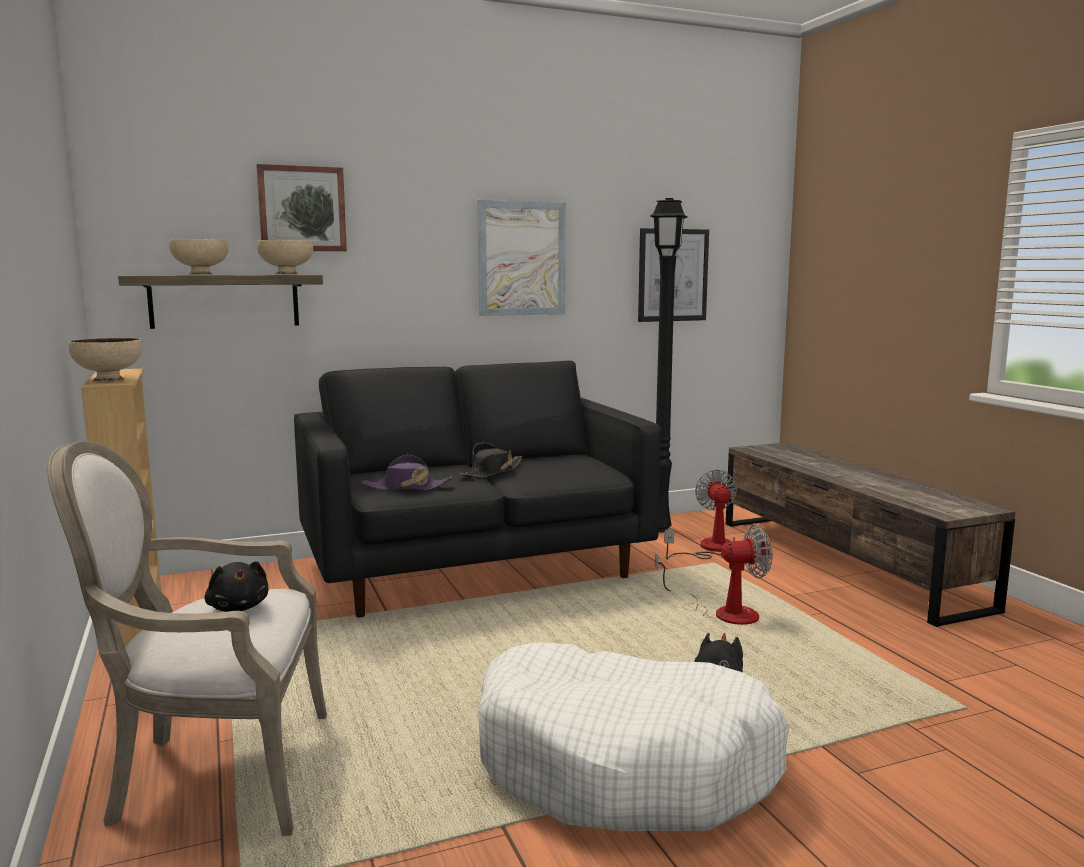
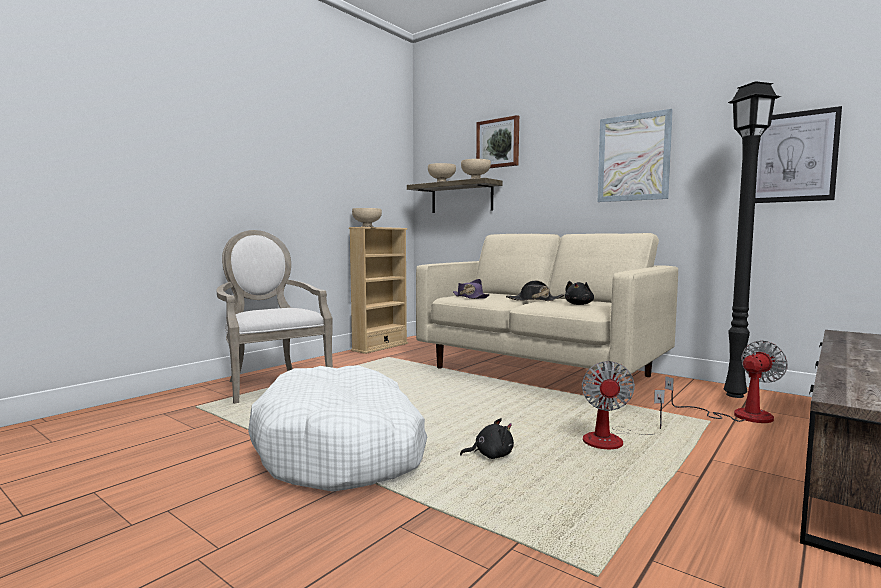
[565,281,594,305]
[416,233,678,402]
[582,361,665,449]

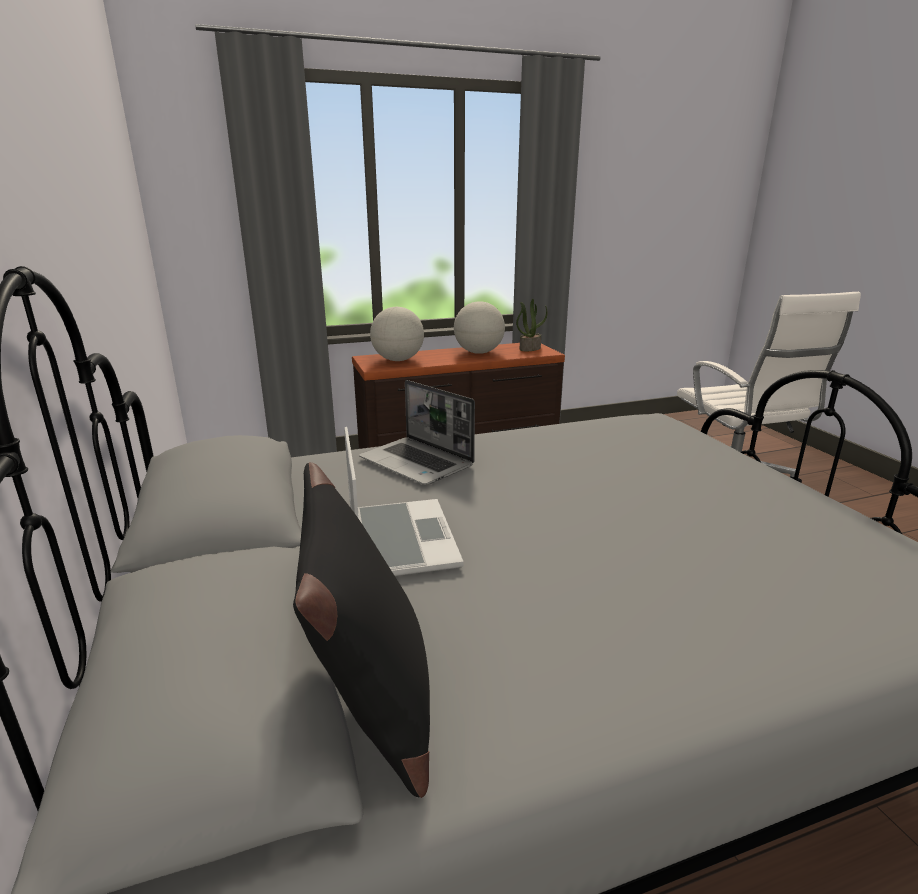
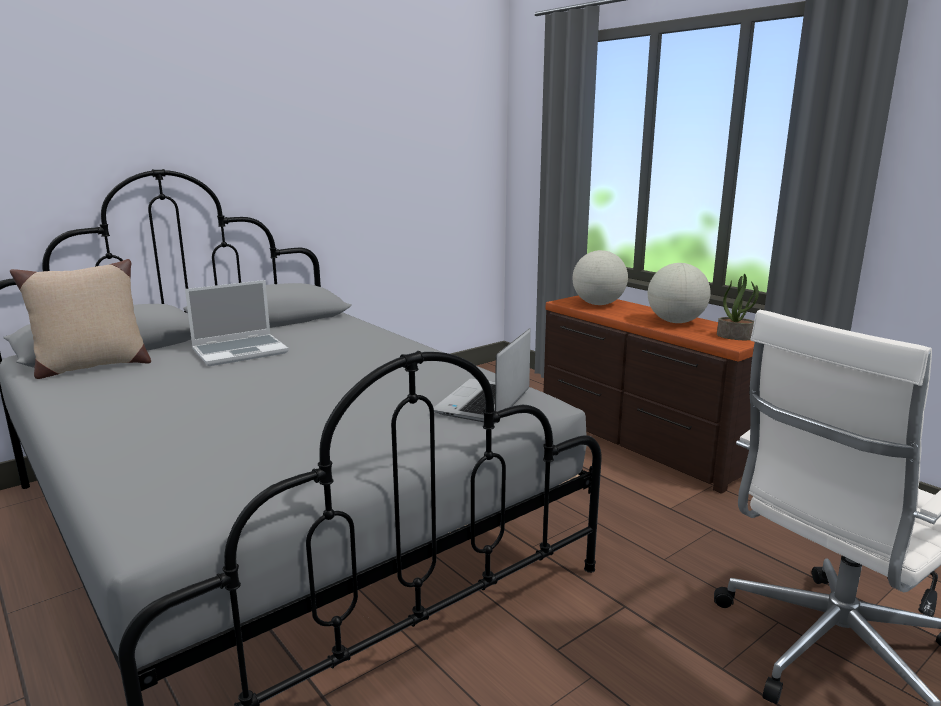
[10,259,151,379]
[433,329,531,423]

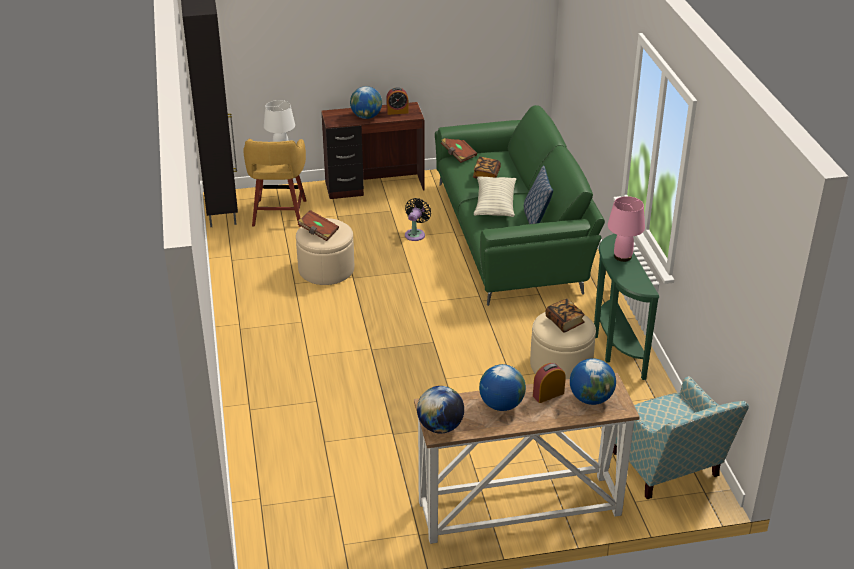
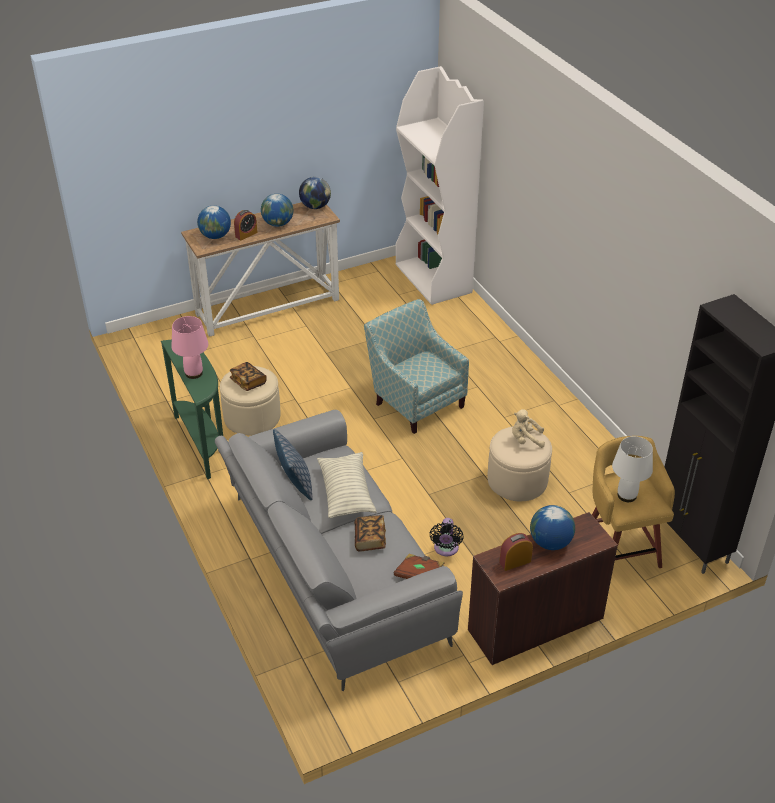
[512,409,545,448]
[215,410,463,691]
[364,299,469,434]
[396,66,484,305]

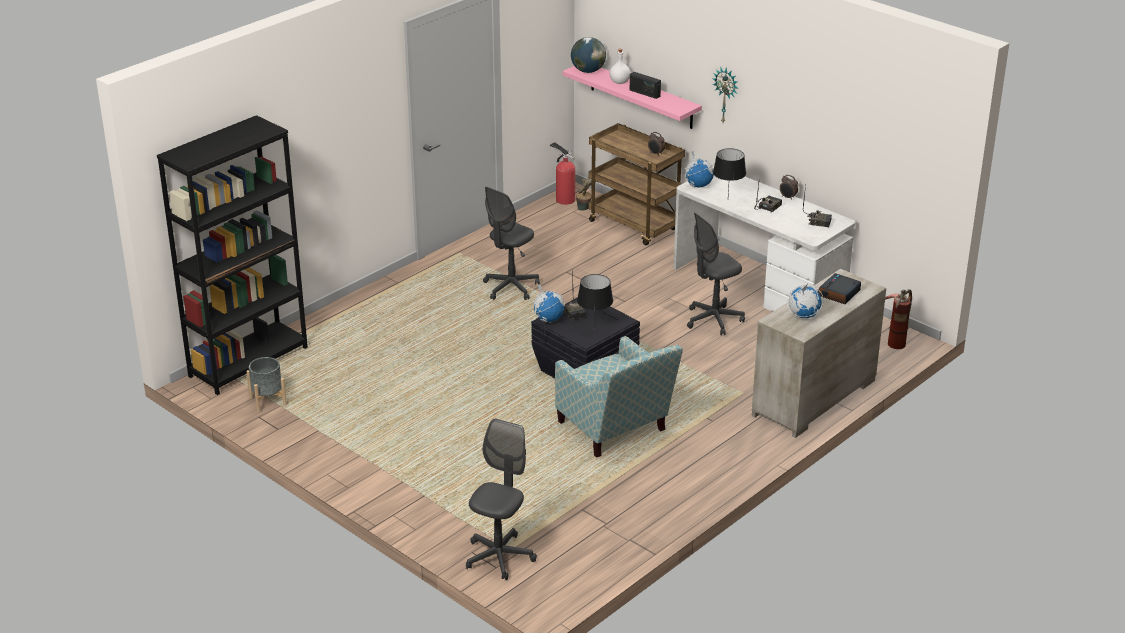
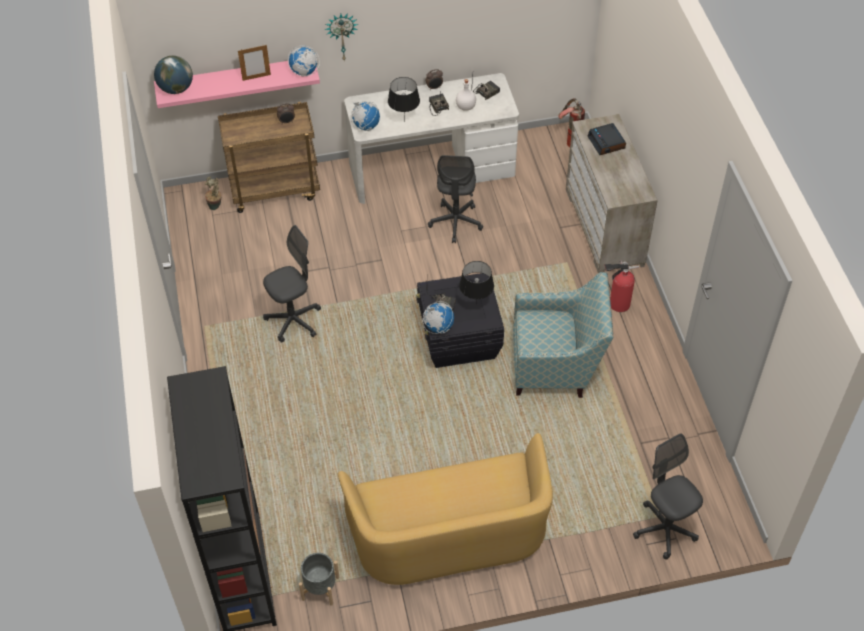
[263,225,321,343]
[604,260,639,312]
[456,79,476,111]
[238,45,271,81]
[288,45,320,77]
[338,433,553,585]

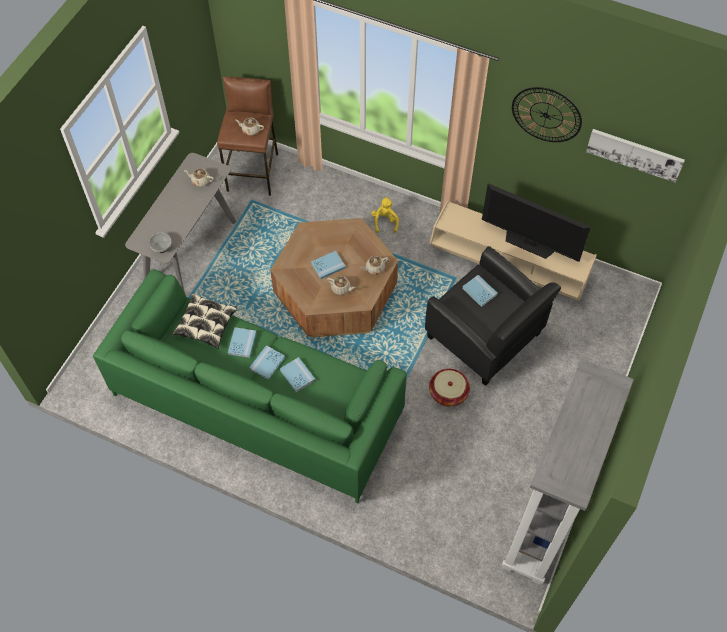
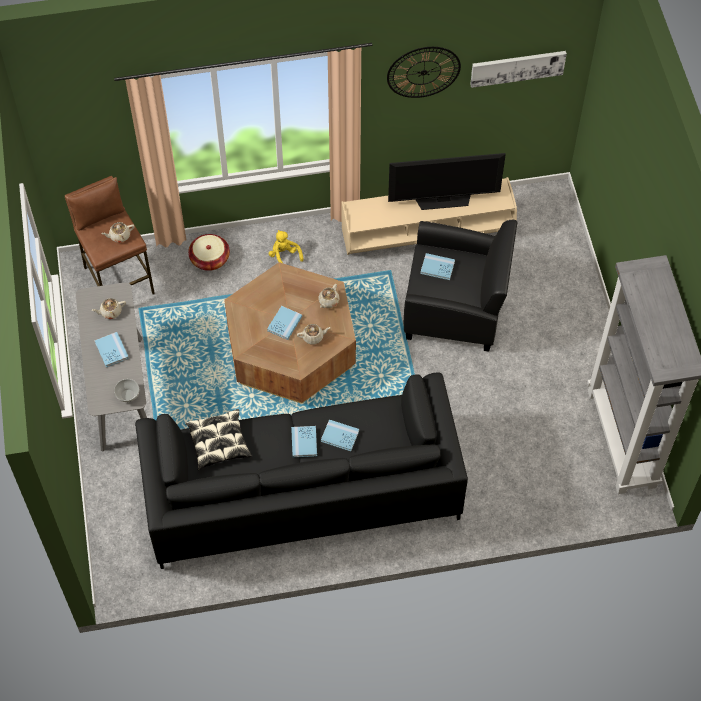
[135,372,468,569]
[94,332,129,367]
[188,234,230,271]

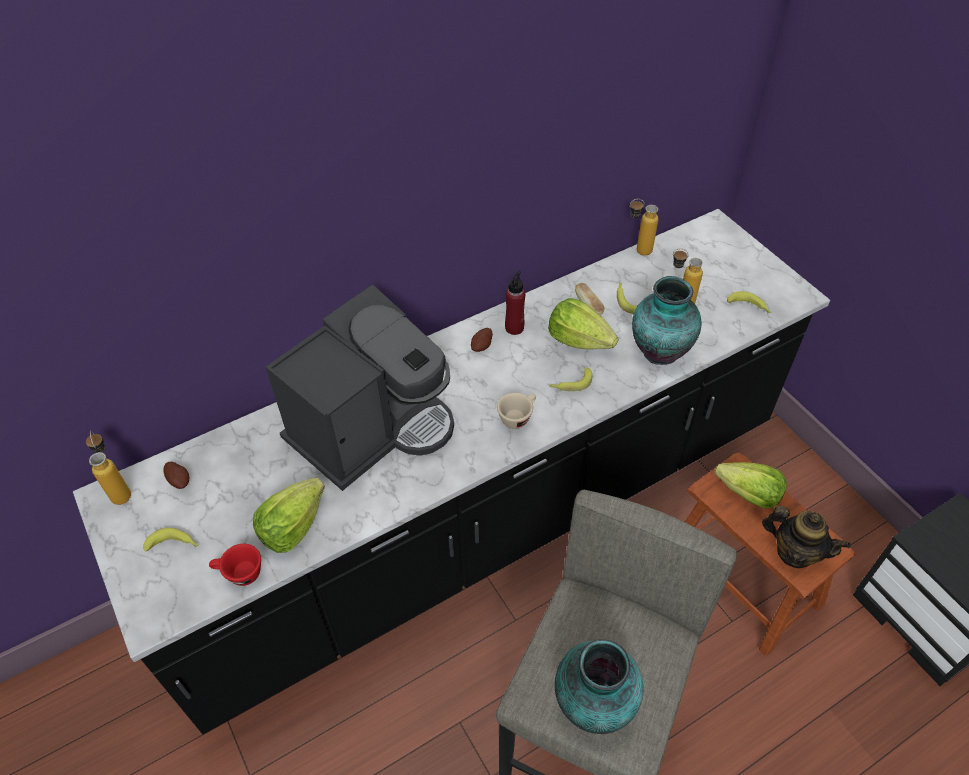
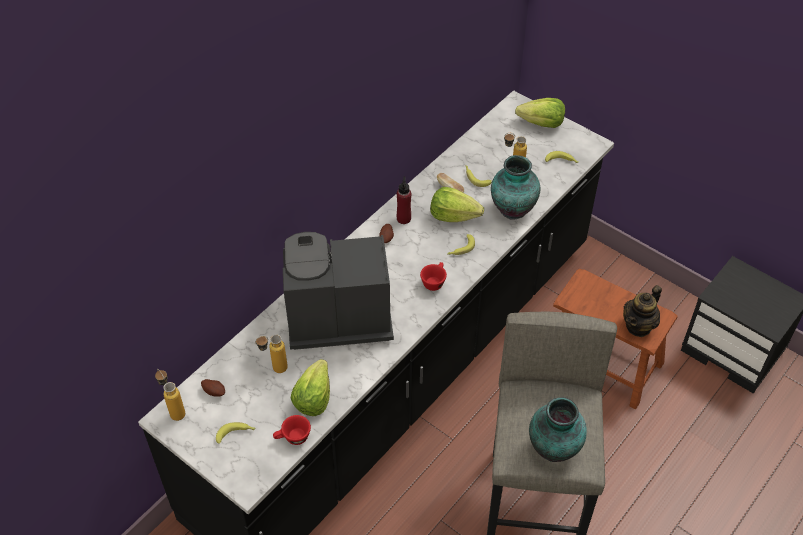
[283,232,394,350]
[420,262,447,291]
[255,335,288,373]
[515,98,565,128]
[623,285,662,337]

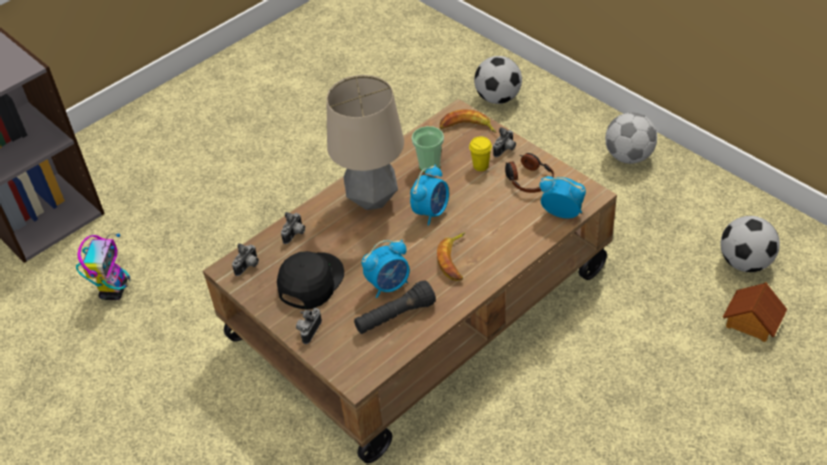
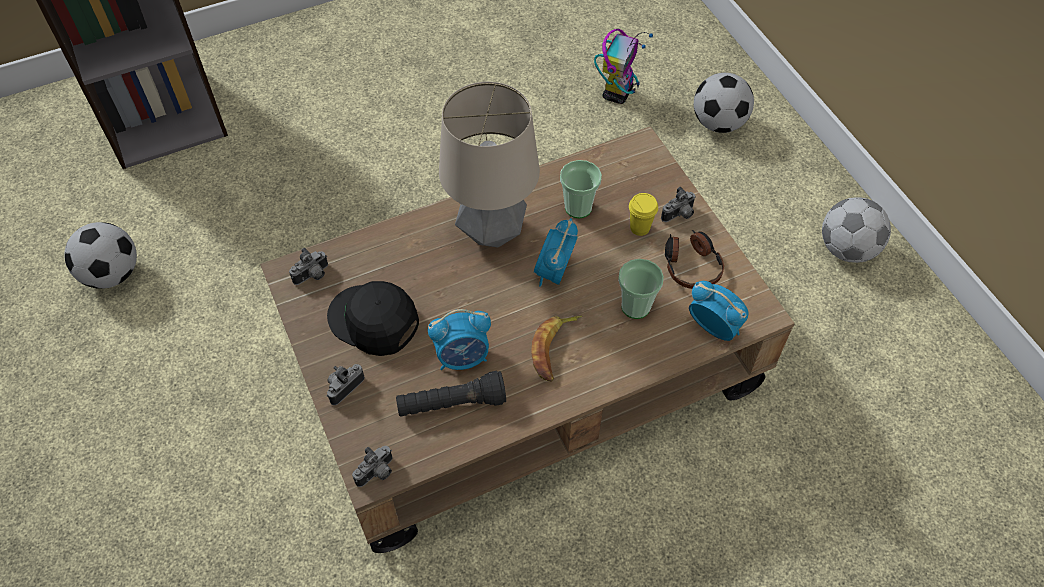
[594,29,653,104]
[327,281,419,356]
[352,446,392,487]
[534,218,578,287]
[440,109,496,133] (first image)
[64,222,137,289]
[723,282,787,342] (first image)
[618,259,664,319]

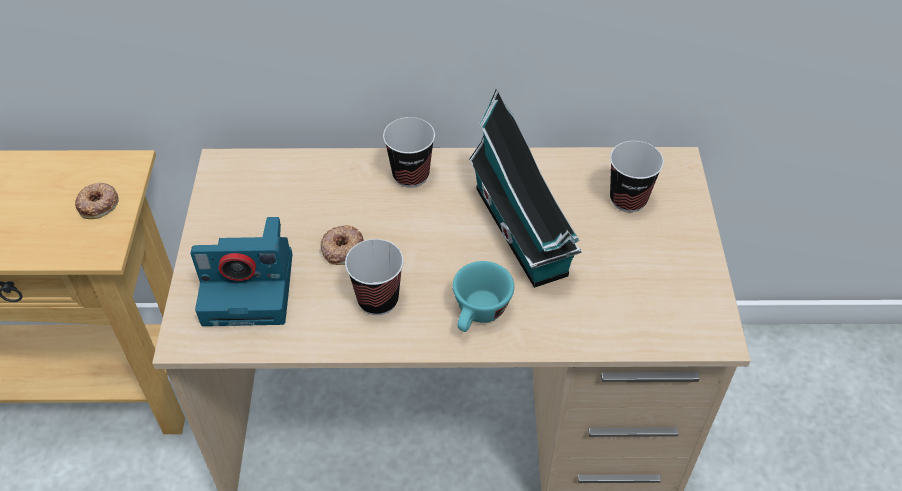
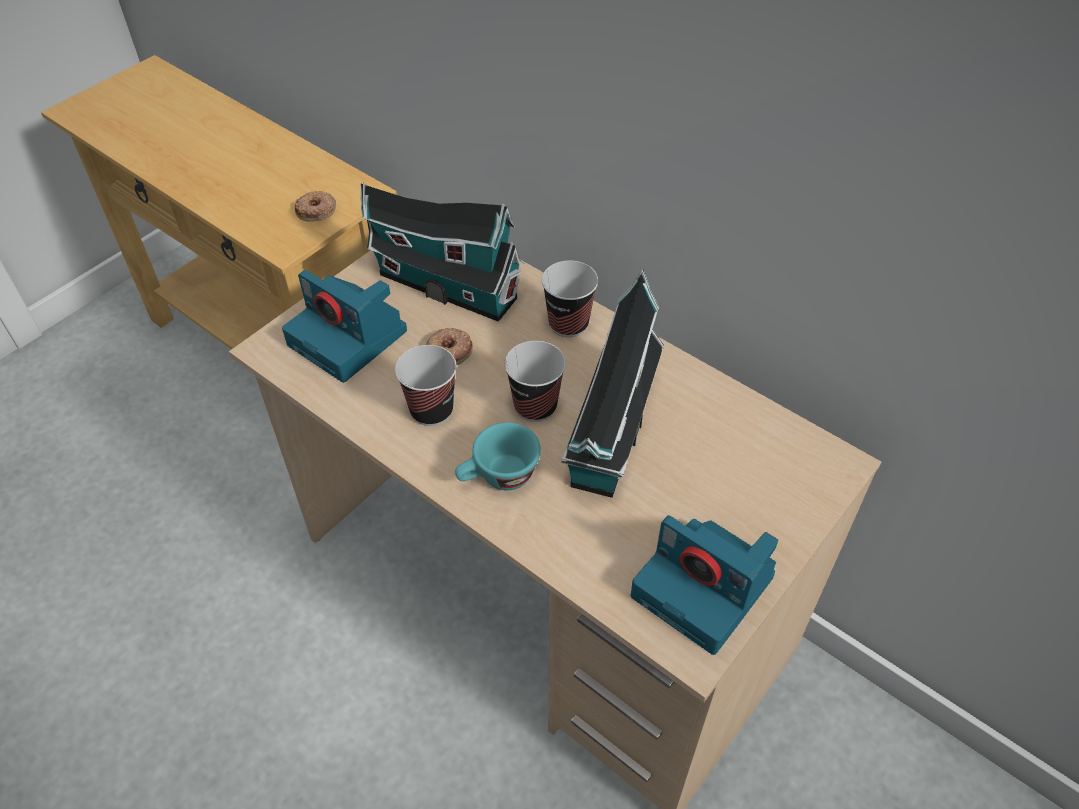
[505,341,566,422]
[361,183,524,322]
[631,516,778,655]

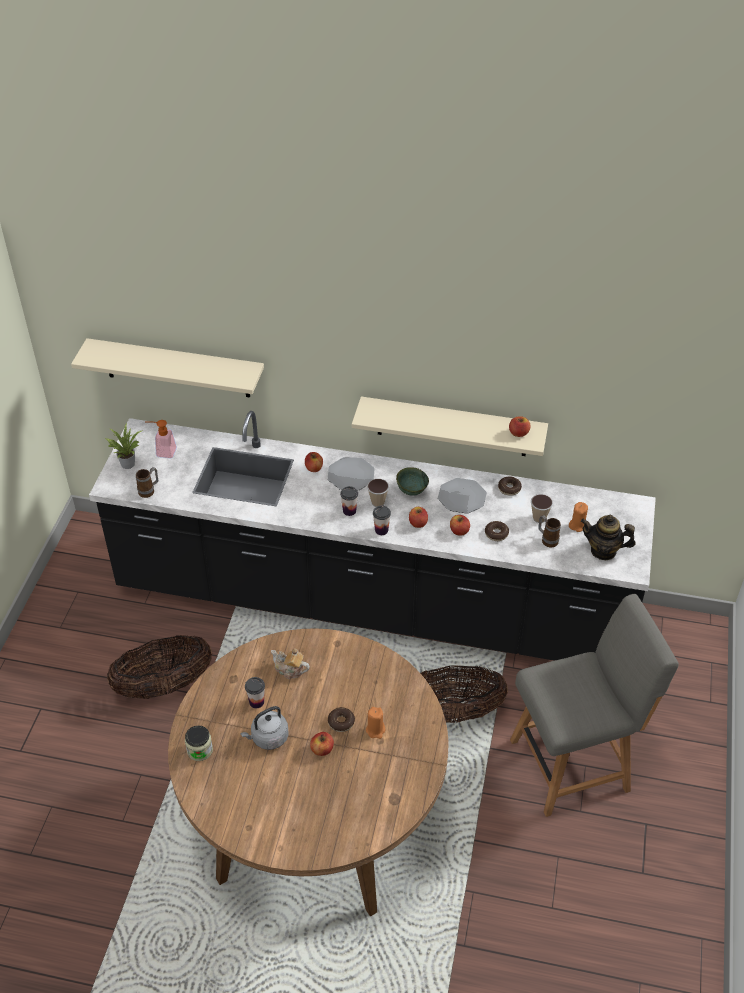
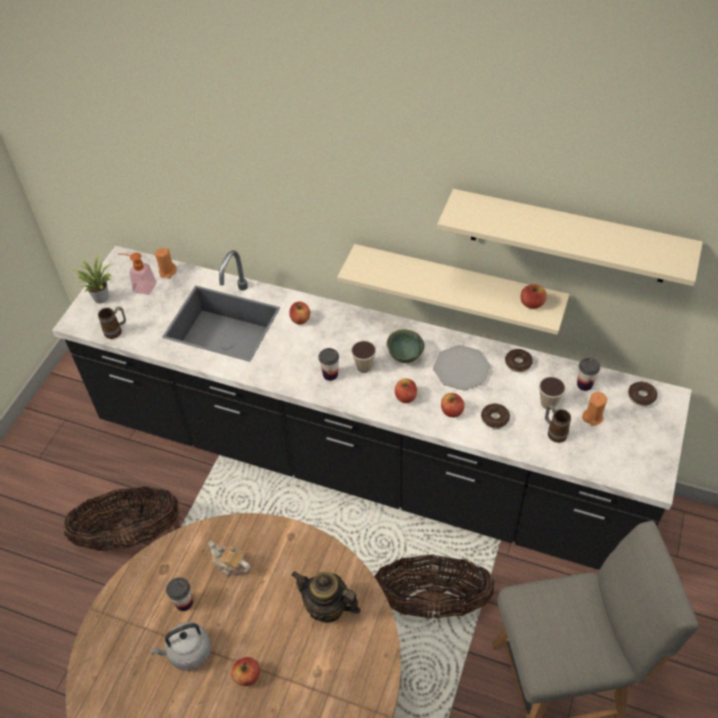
[437,189,703,286]
[185,726,213,761] (first image)
[328,457,375,491] (first image)
[628,382,657,406]
[155,247,177,278]
[577,358,600,391]
[291,571,361,623]

